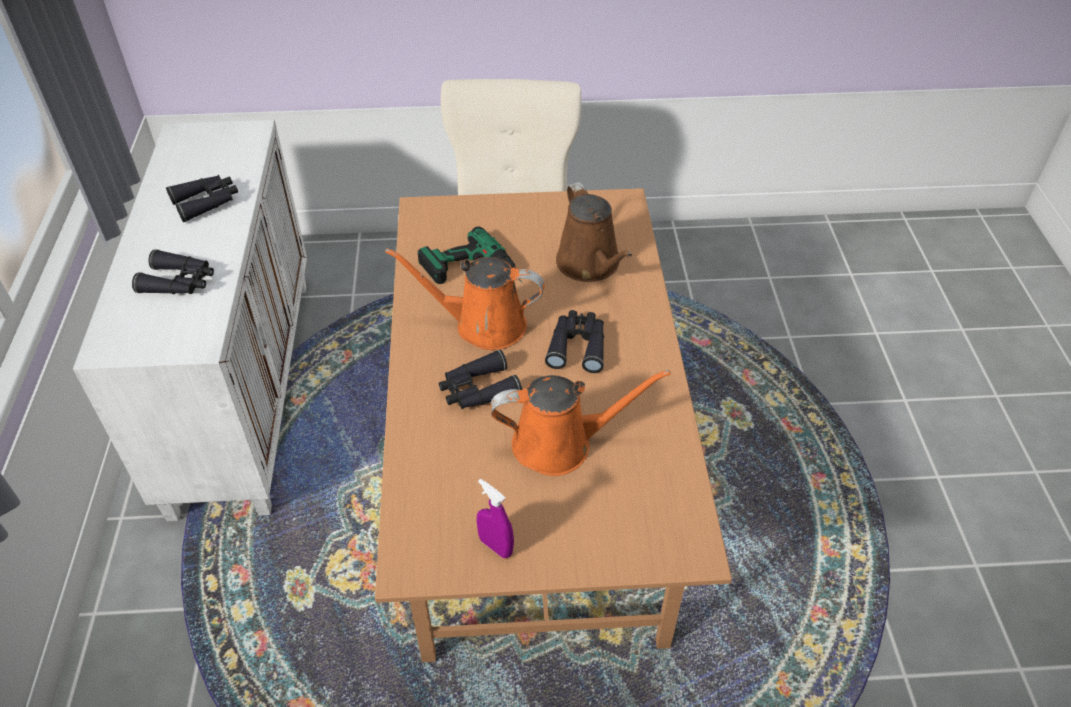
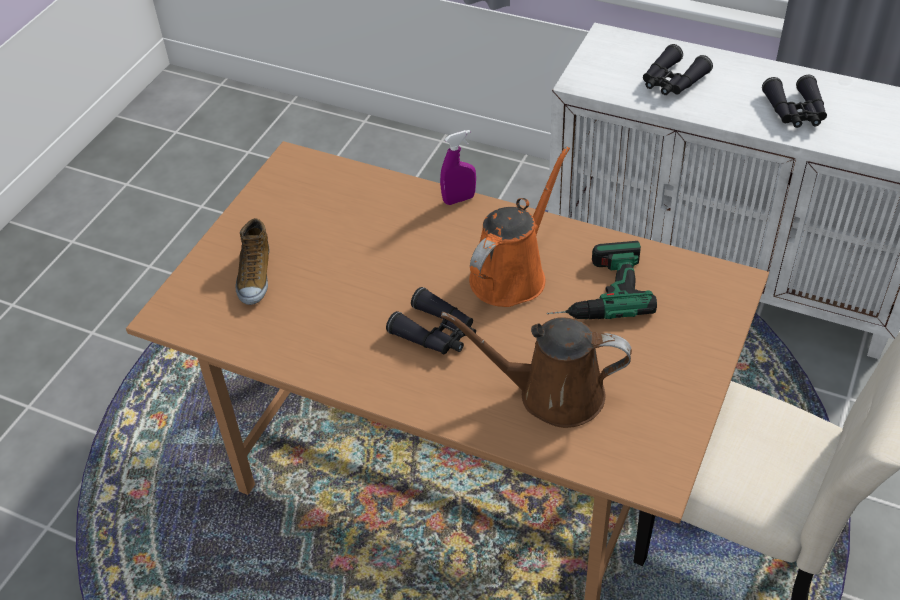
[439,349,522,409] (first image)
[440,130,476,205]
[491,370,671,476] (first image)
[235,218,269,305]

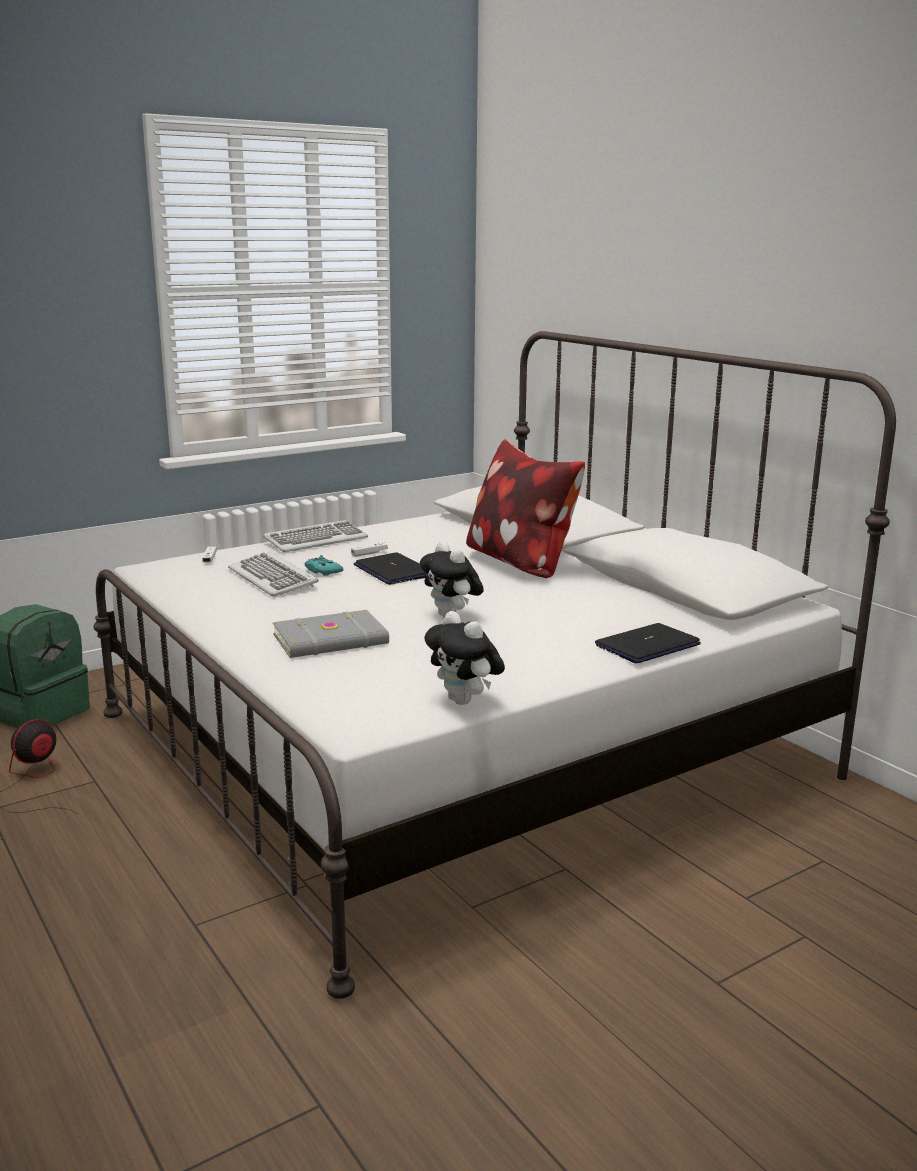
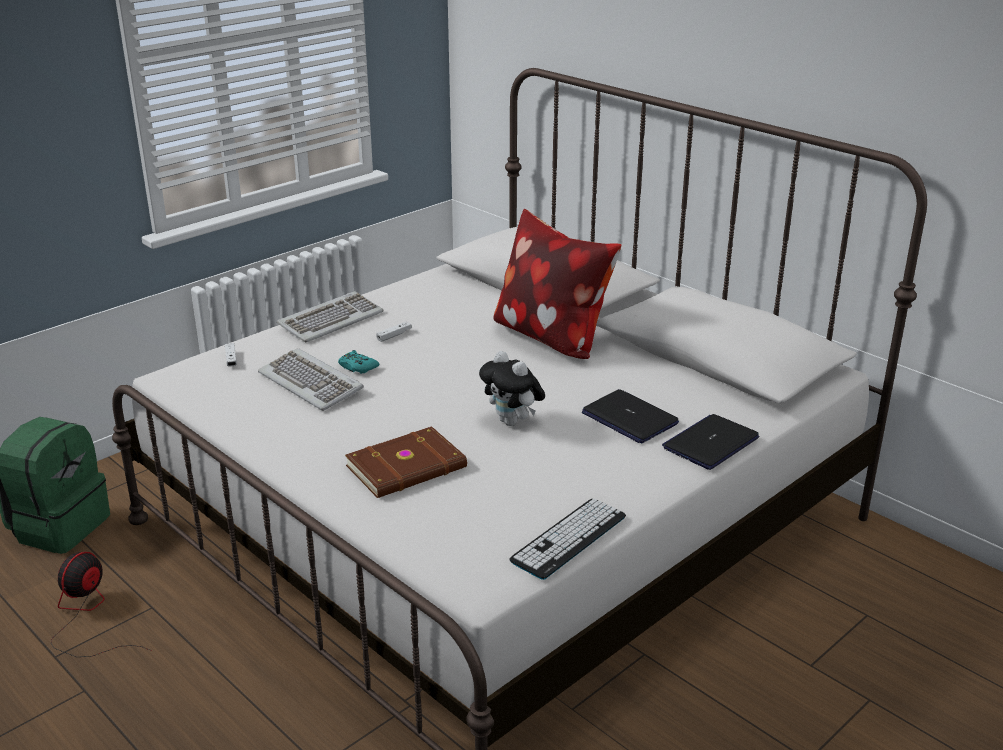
[345,426,467,498]
[582,389,679,443]
[509,499,626,580]

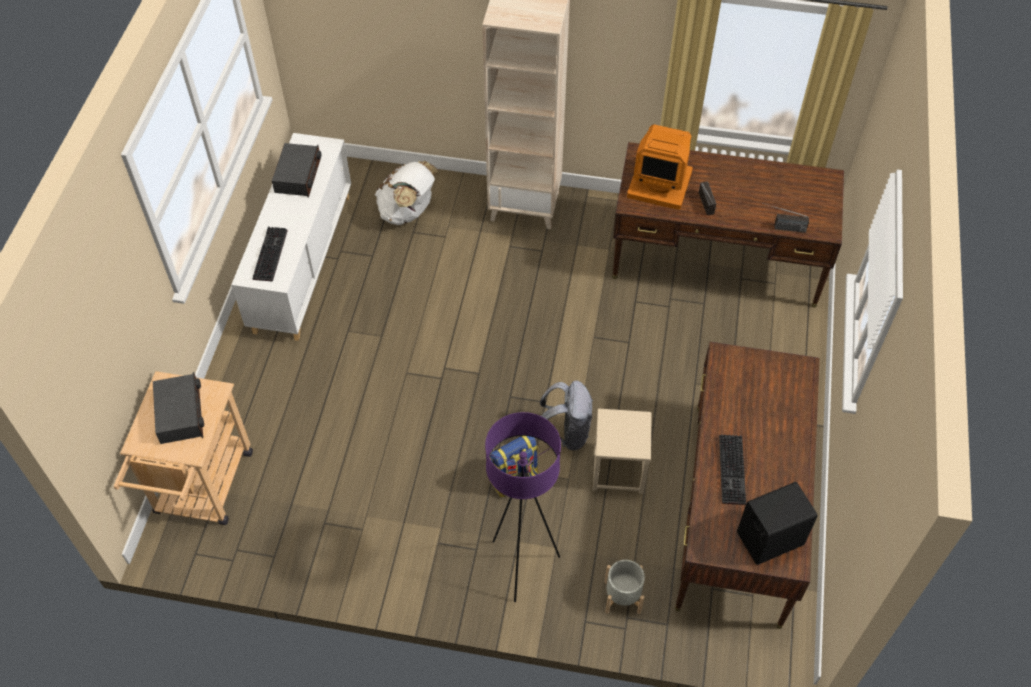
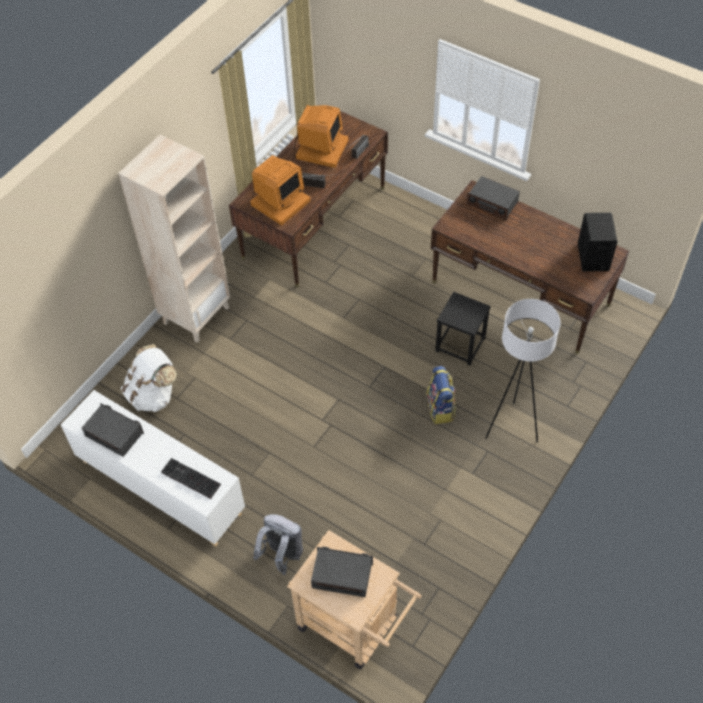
[485,299,560,442]
[253,514,303,575]
[435,292,491,365]
[605,560,645,614] (first image)
[719,435,746,505] (first image)
[294,105,348,168]
[467,176,520,220]

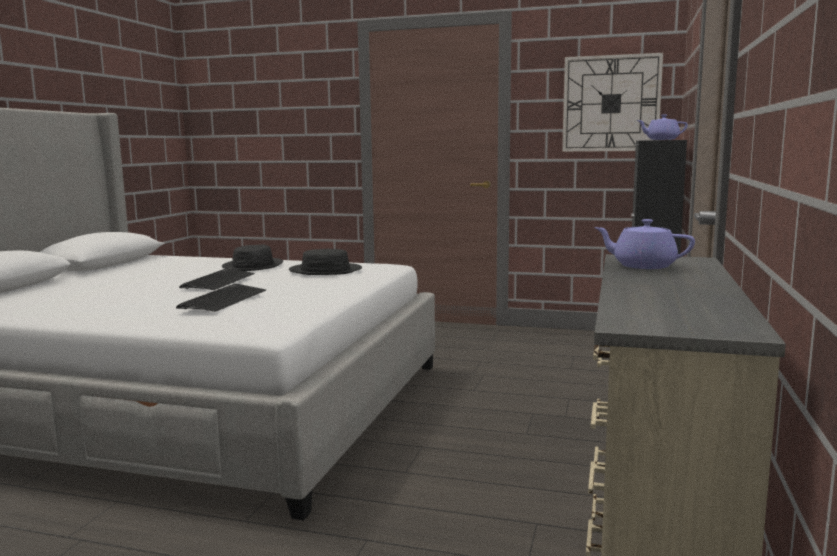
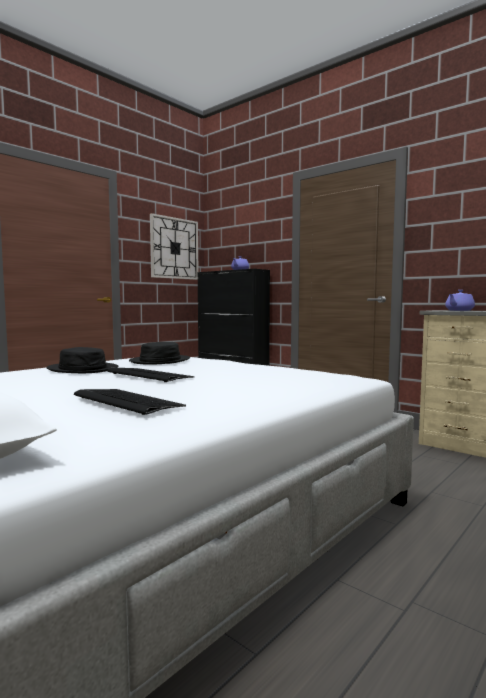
[74,389,186,415]

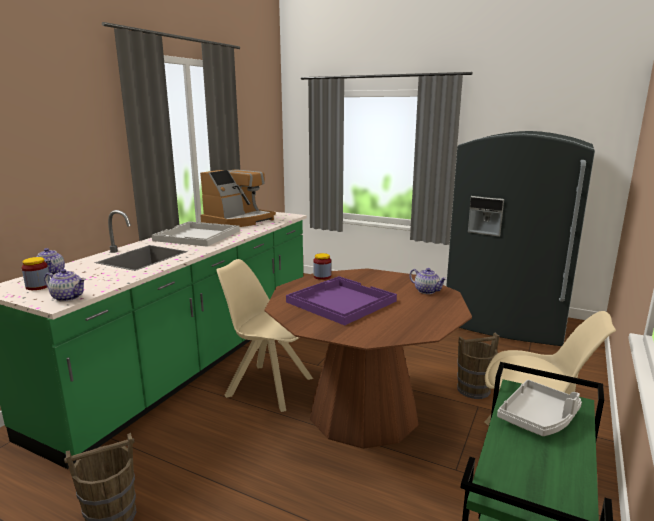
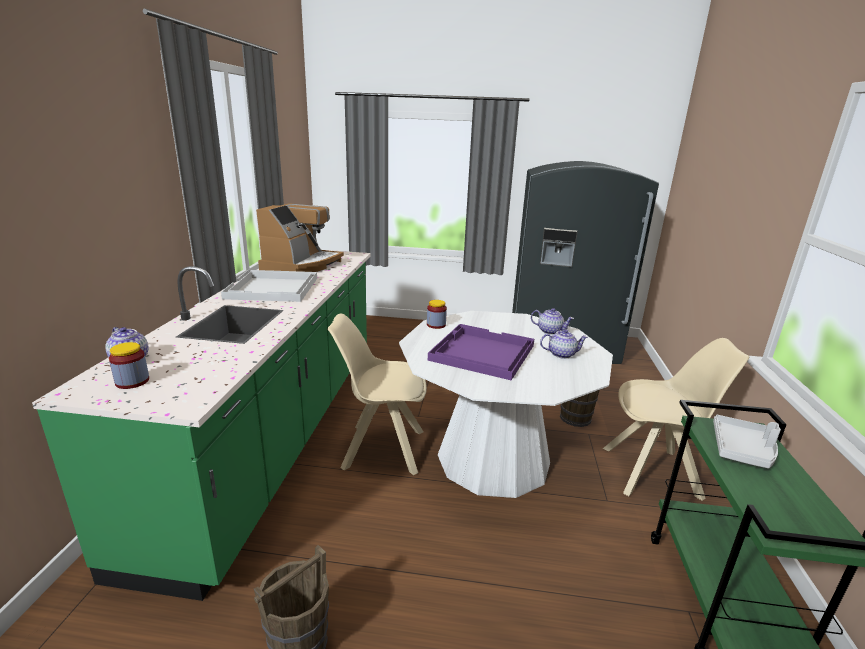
[540,329,588,359]
[399,311,613,498]

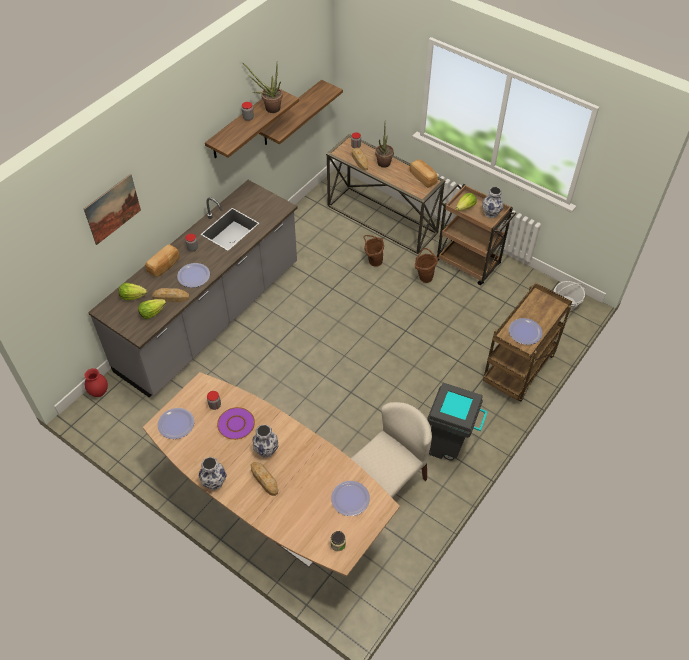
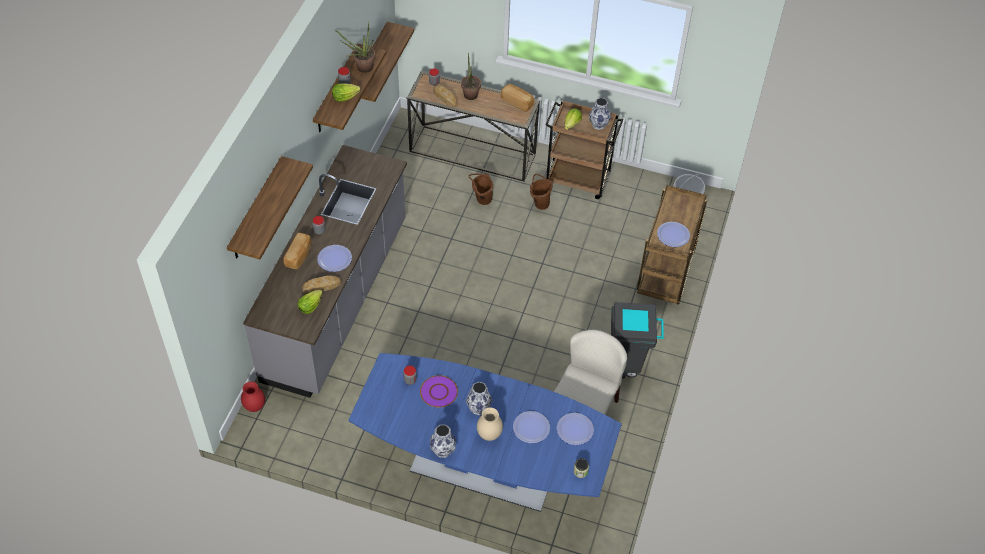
[227,156,313,259]
[332,83,361,102]
[349,353,622,512]
[513,411,550,443]
[477,407,503,441]

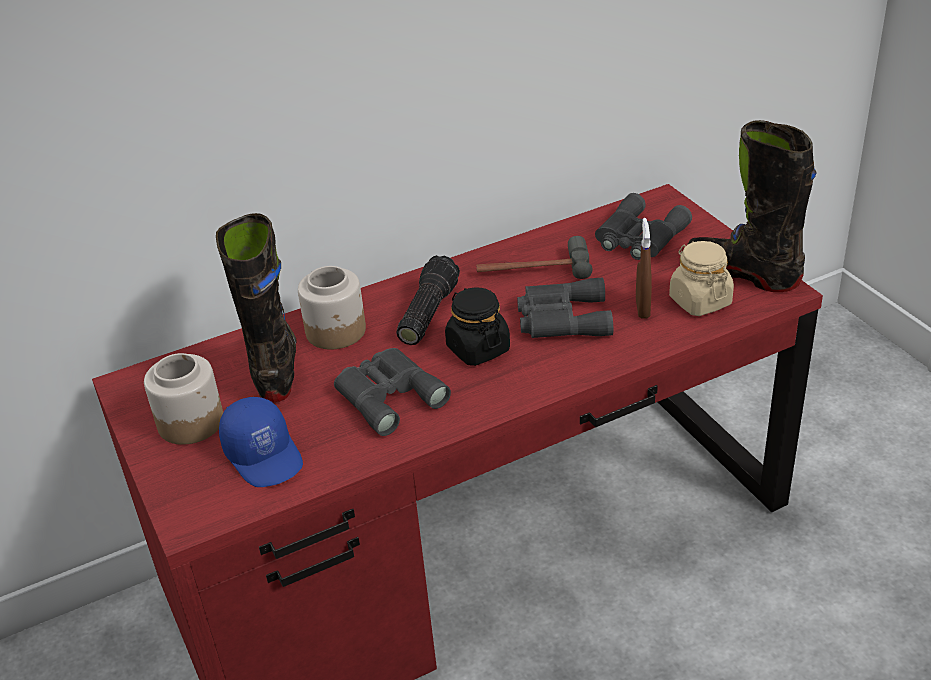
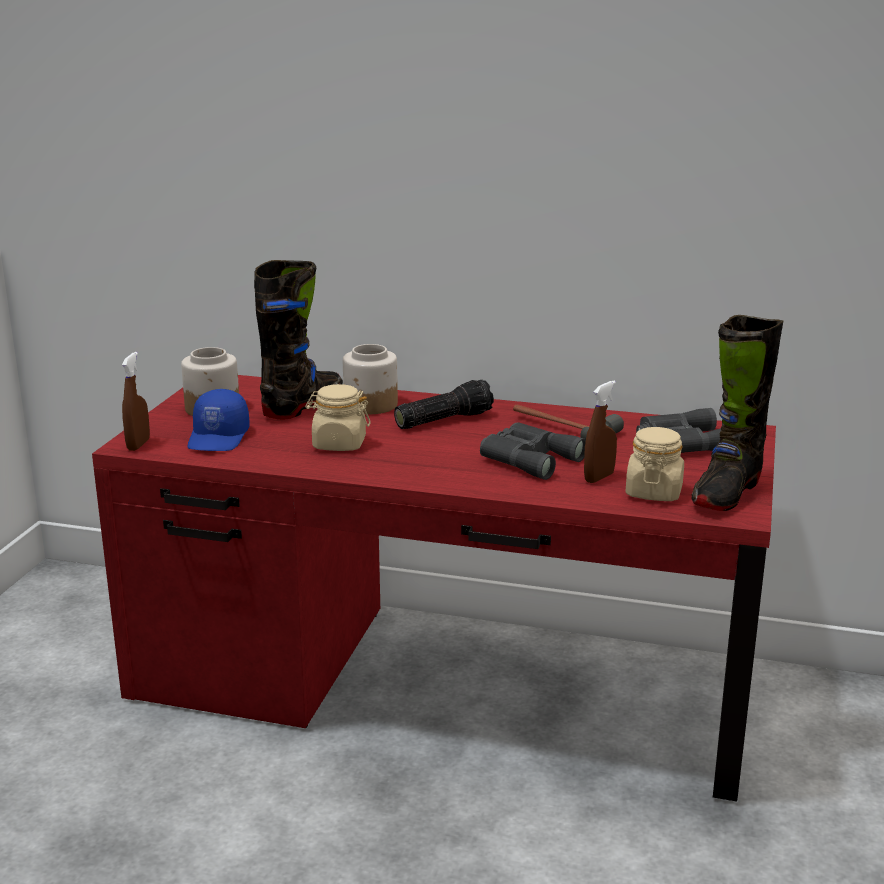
[305,384,371,451]
[445,287,510,366] (first image)
[691,315,783,511]
[122,352,150,451]

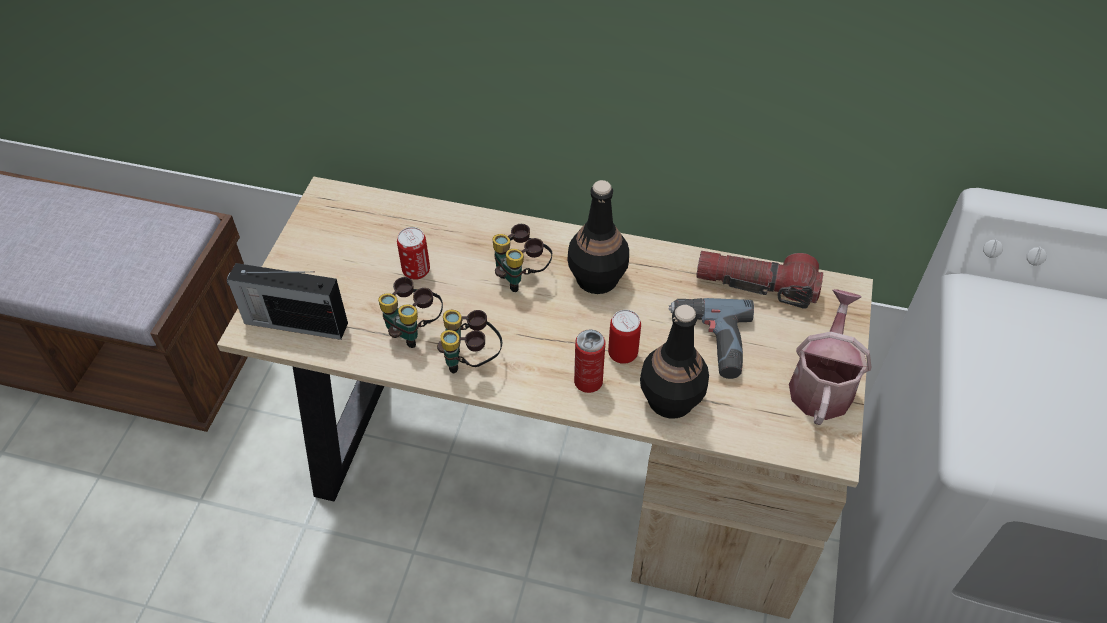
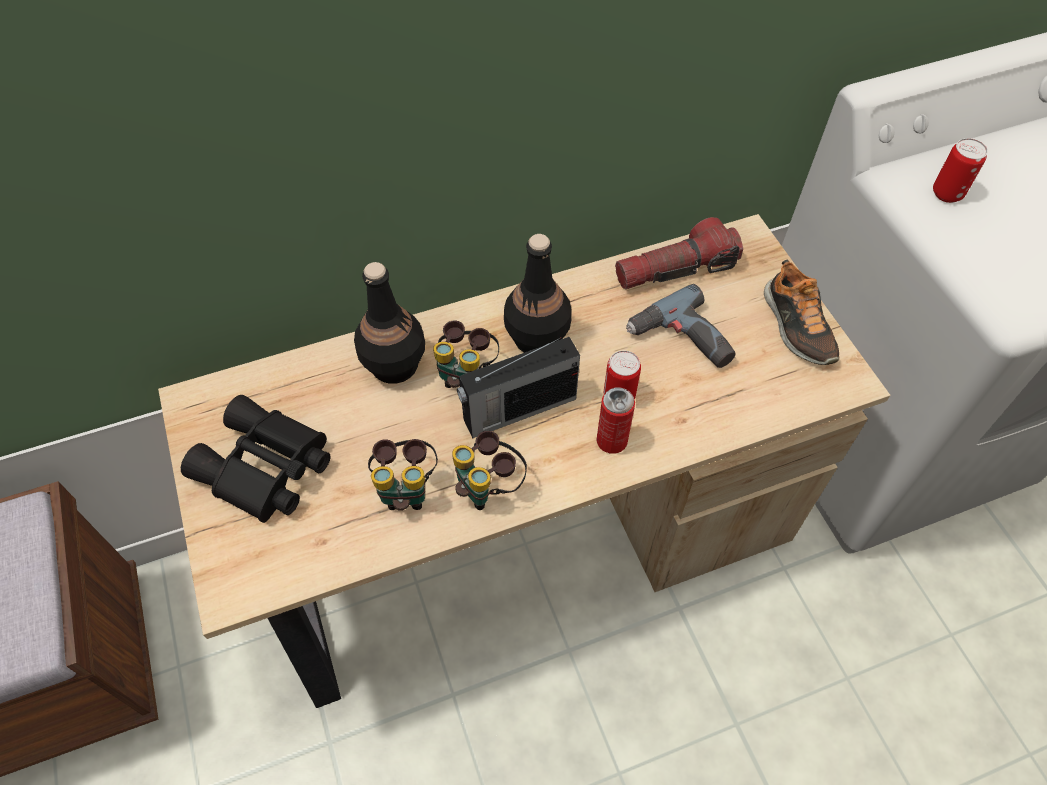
[457,337,580,438]
[933,138,988,203]
[354,262,425,384]
[764,260,839,365]
[181,395,331,523]

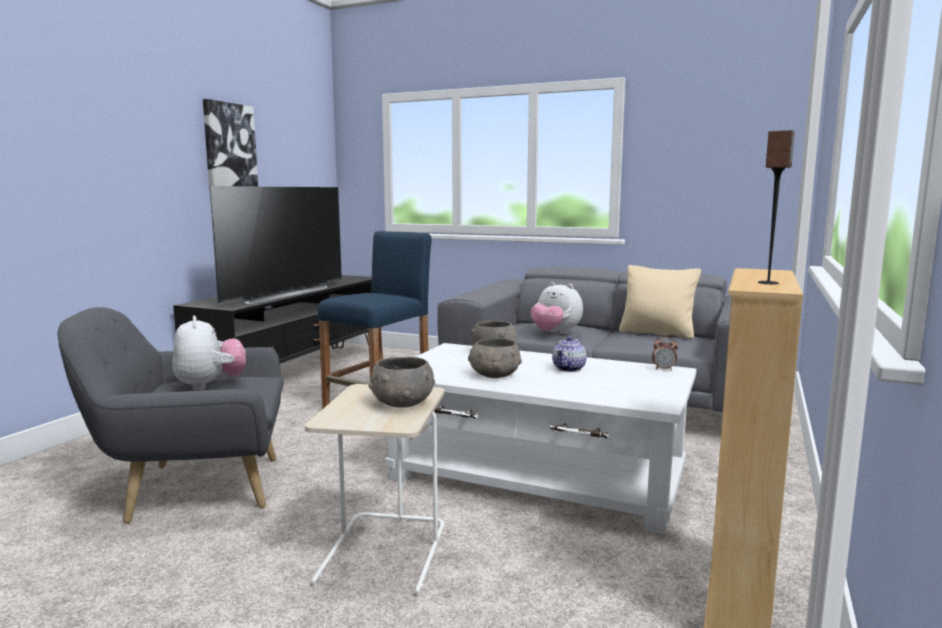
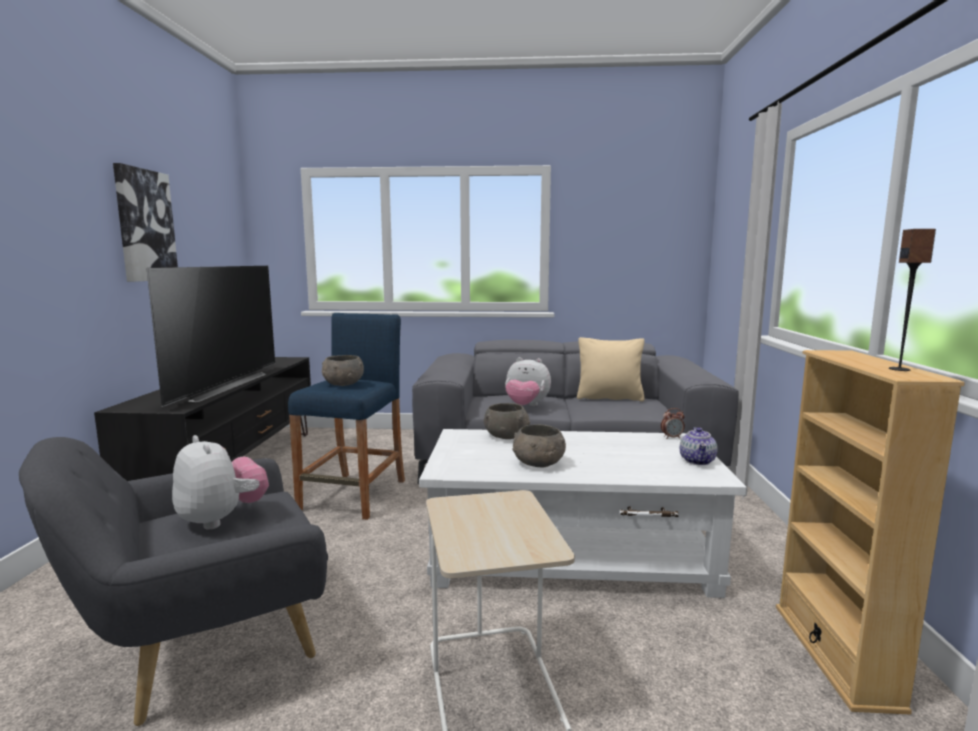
[322,355,364,386]
[680,427,717,465]

